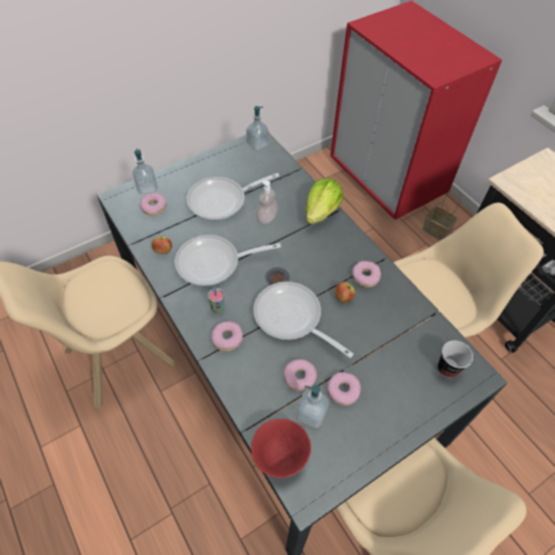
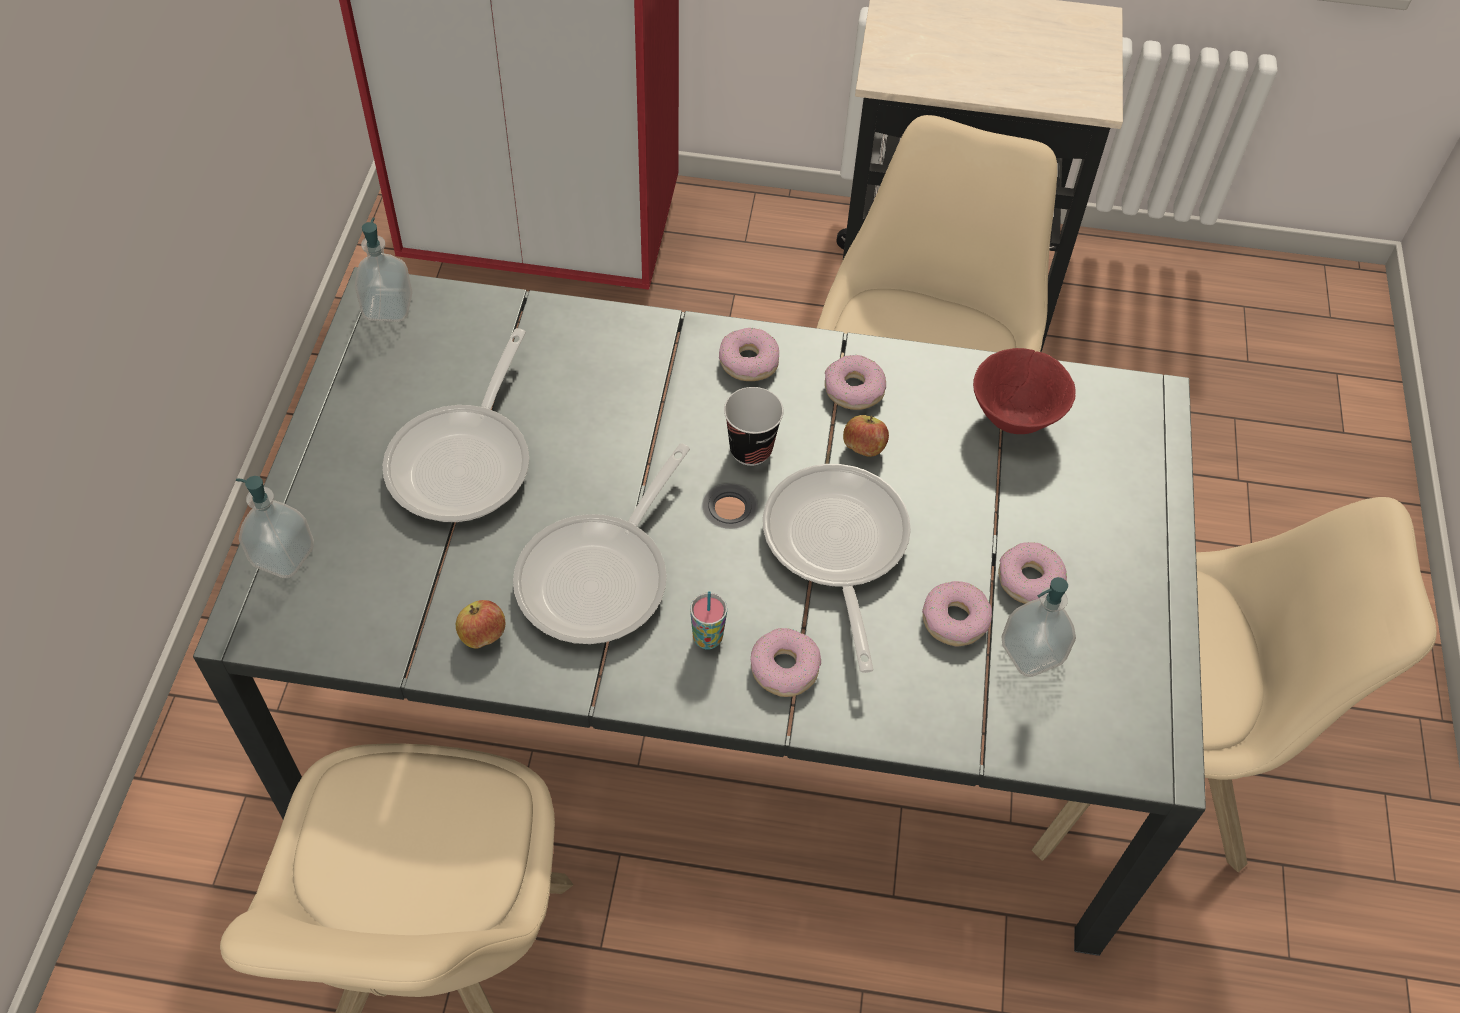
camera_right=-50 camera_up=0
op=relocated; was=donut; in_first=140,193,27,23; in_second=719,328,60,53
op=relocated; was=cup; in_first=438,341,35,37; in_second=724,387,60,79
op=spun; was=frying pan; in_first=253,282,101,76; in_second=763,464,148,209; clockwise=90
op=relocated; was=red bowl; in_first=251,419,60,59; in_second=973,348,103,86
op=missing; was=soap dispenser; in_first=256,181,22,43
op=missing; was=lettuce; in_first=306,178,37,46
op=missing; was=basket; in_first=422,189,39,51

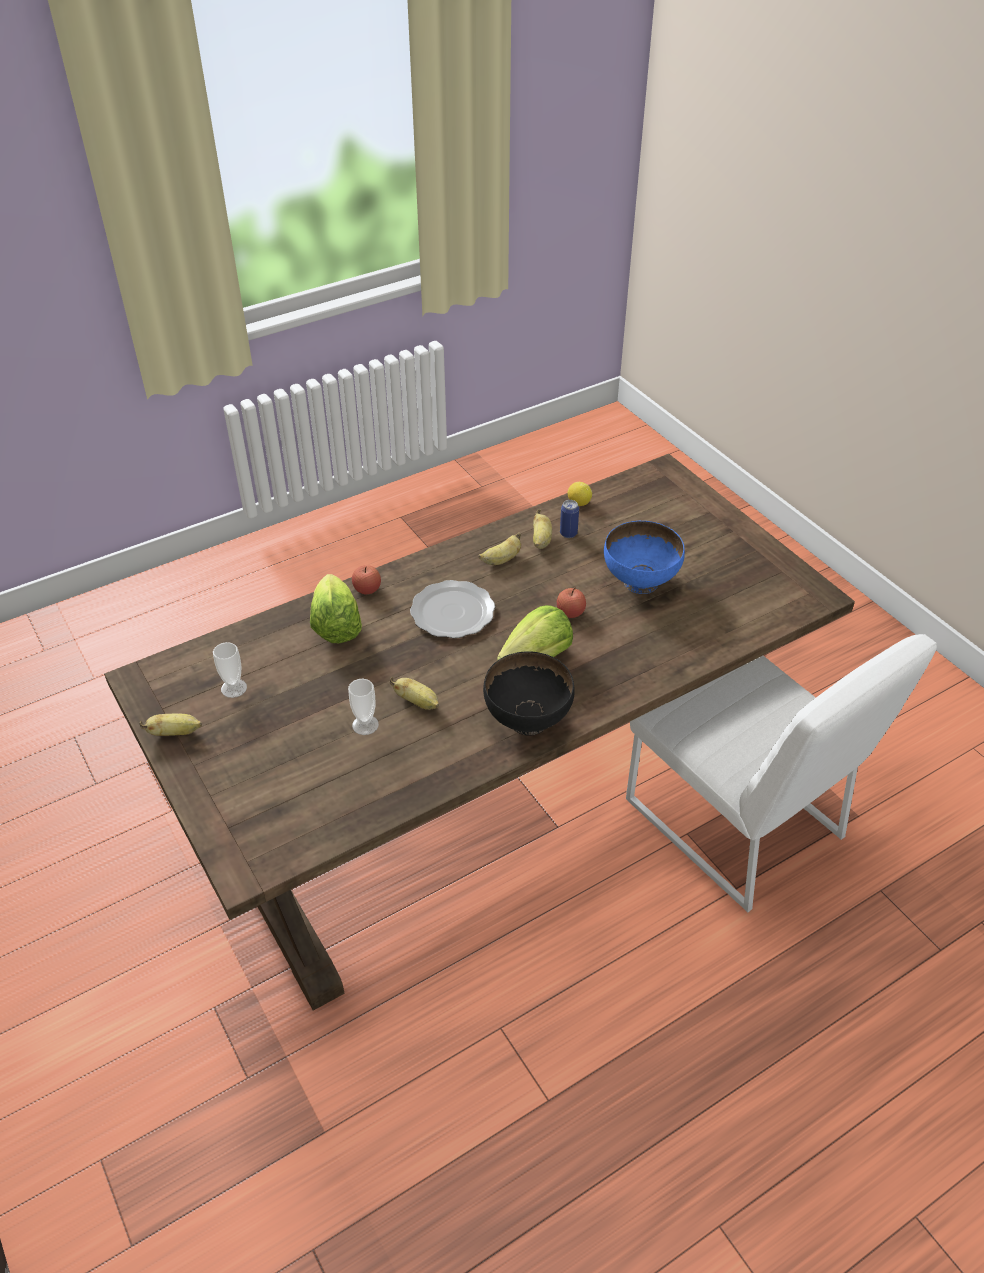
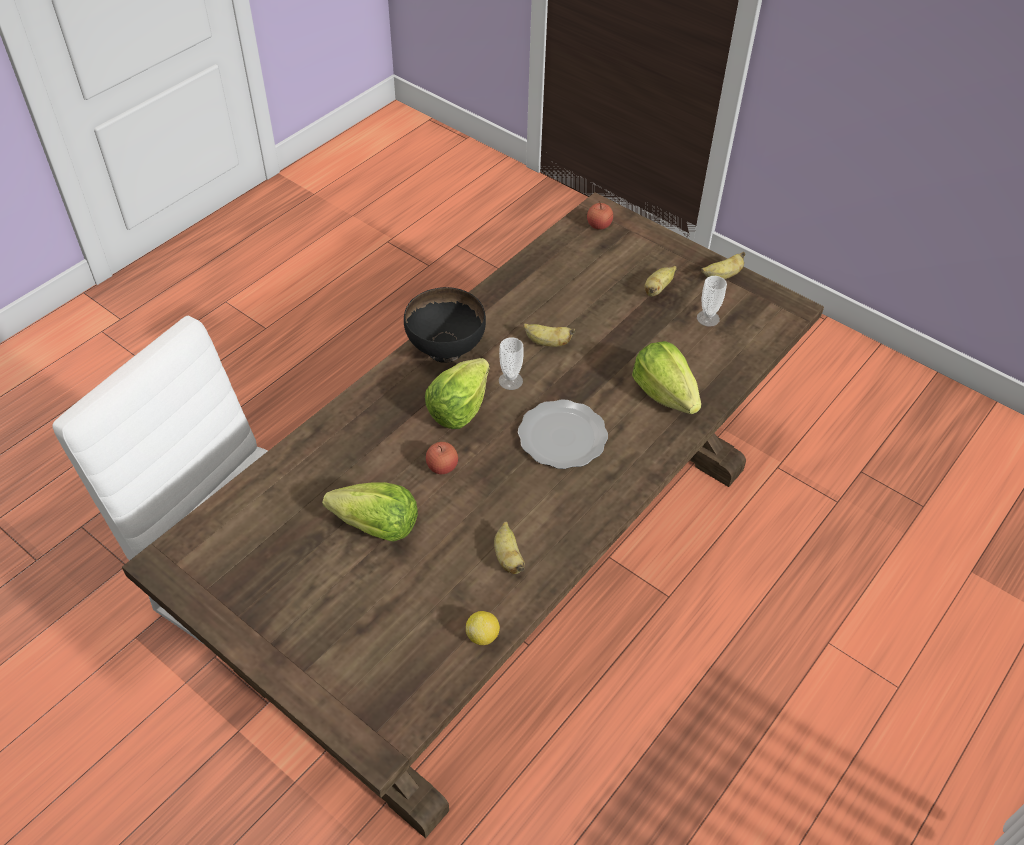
camera_right=160 camera_up=5
op=exchanged; was=blue bowl; now=lettuce; in_first=604,521,81,73; in_second=322,482,96,59
op=relocated; was=cup; in_first=348,679,31,56; in_second=499,337,25,53
op=relocated; was=apple; in_first=352,565,29,29; in_second=587,201,26,29
op=relocated; was=banana; in_first=478,532,43,33; in_second=645,266,32,30
op=missing; was=can; in_first=560,500,19,38

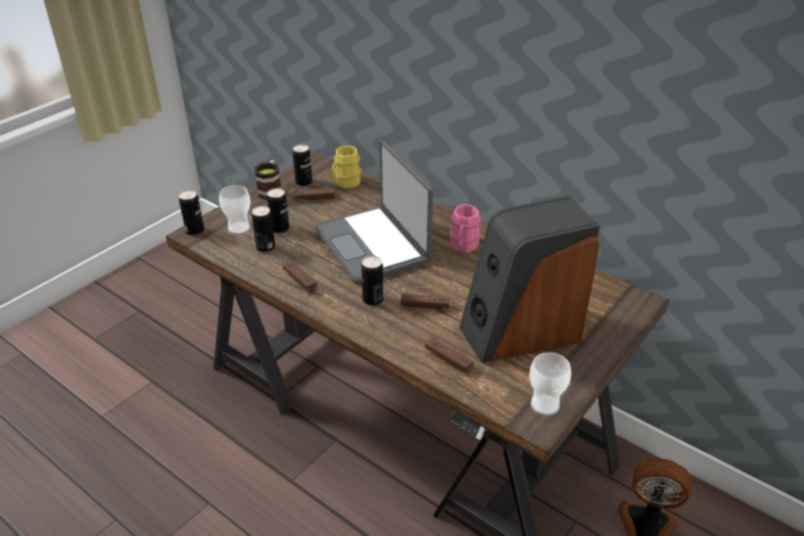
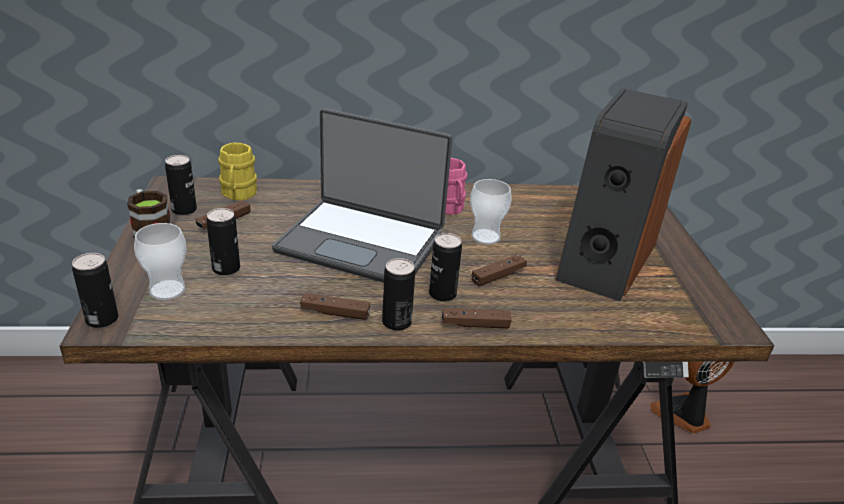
camera_right=-45 camera_up=-5
op=relocated; was=can; in_first=252,206,23,46; in_second=382,258,33,73
op=relocated; was=brown game controller; in_first=425,338,49,36; in_second=442,308,70,20
op=relocated; was=cup; in_first=529,352,42,64; in_second=470,179,42,66

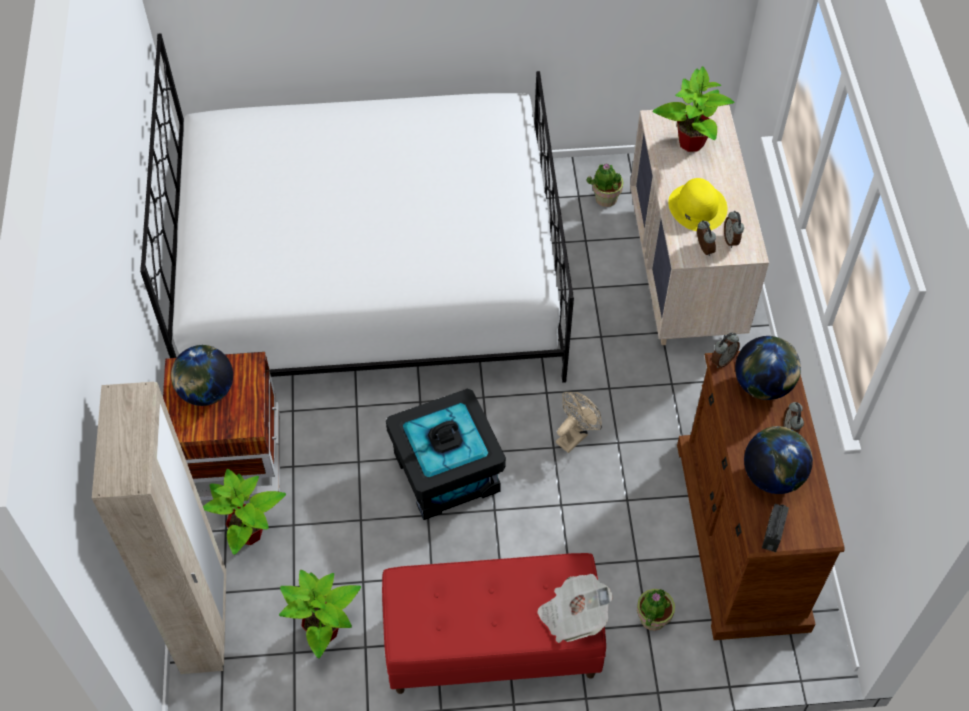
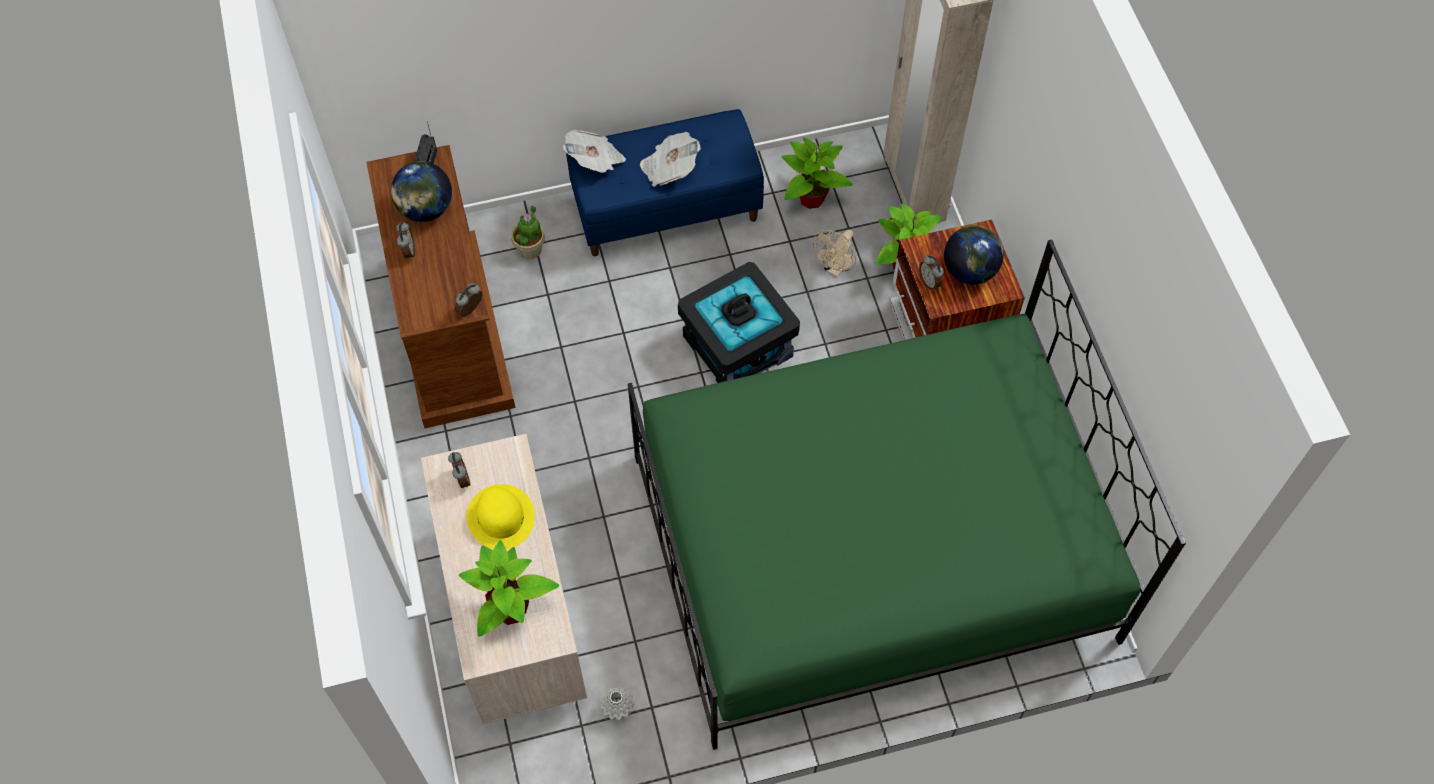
camera_right=170 camera_up=5
op=colour; was=red bench; now=blue bench; in_first=382,553,224,141; in_second=566,109,198,147
op=exchanged; was=potted plant; now=grey vase; in_first=587,163,36,44; in_second=601,687,34,34
op=colour; was=white bed; now=green bed; in_first=140,34,434,349; in_second=628,240,558,510
op=appeared; now=newspaper; in_second=640,132,61,55
op=relocated; was=beige fan; in_first=556,392,46,61; in_second=813,229,43,49
op=relocated; was=alarm clock; in_first=697,220,19,36; in_second=919,255,25,36
op=missing; was=globe; in_first=735,336,66,64

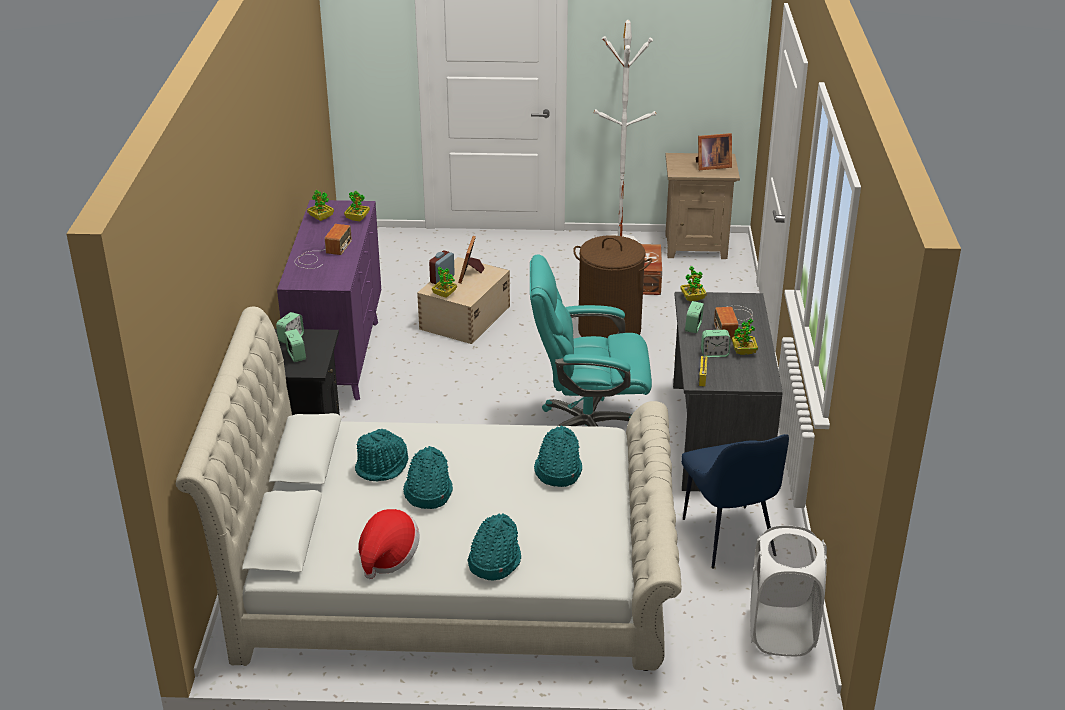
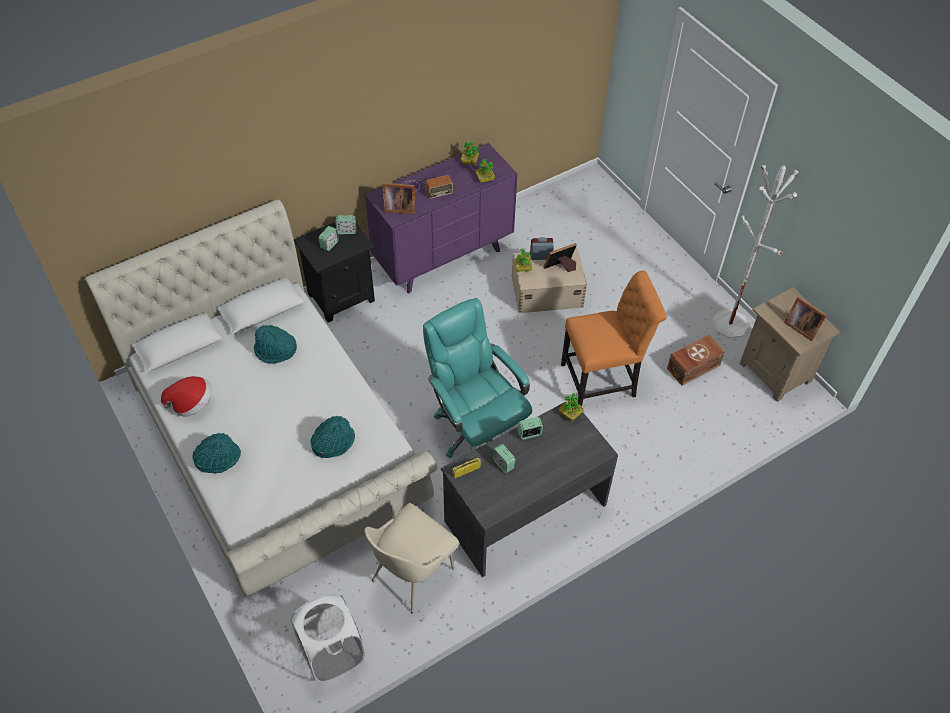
camera_right=55 camera_up=20
op=colour; was=blue chair; now=beige chair; in_first=681,434,108,135; in_second=365,503,94,111
op=appeared; now=picture frame; in_second=383,183,32,31
op=exchanged; was=brown laundry basket; now=orange chair; in_first=573,235,79,104; in_second=561,271,106,135
op=missing; was=turquoise hat; in_first=403,446,50,63
op=missing; was=radio; in_first=714,306,39,34
op=missing; was=potted plant; in_first=732,319,26,36

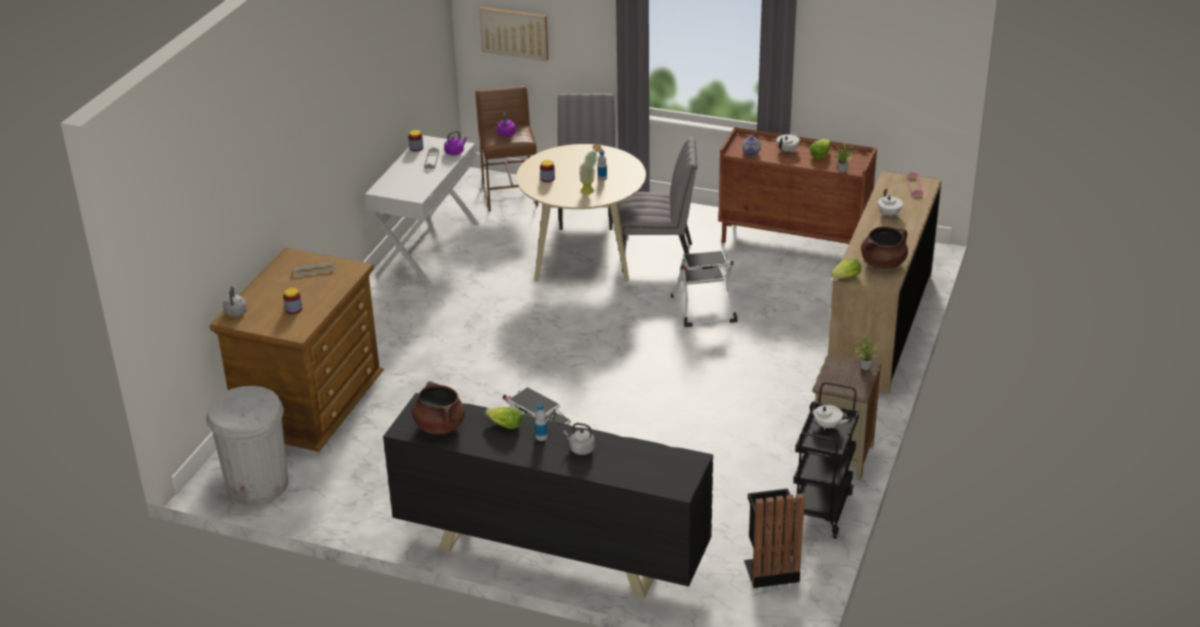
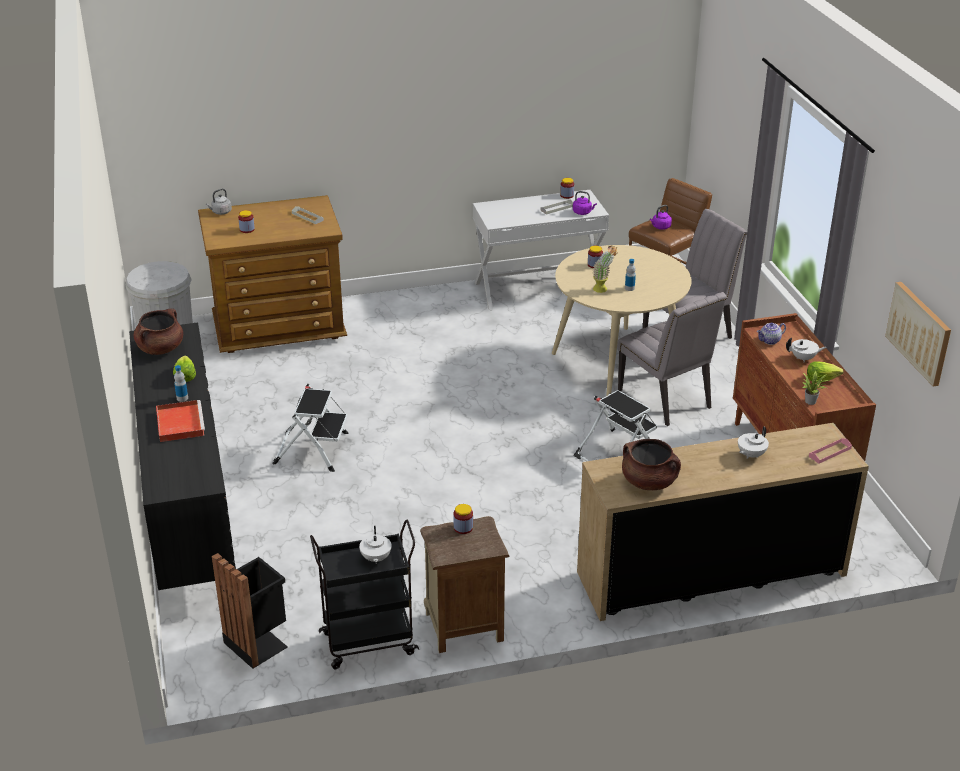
camera_right=55 camera_up=0
op=exchanged; was=grey kettle; now=red tray; in_first=564,423,31,32; in_second=156,400,49,42
op=appeared; now=jar; in_second=453,504,20,30
op=relocated; was=picture; in_first=479,7,69,54; in_second=885,282,66,105
op=missing; was=lettuce; in_first=830,258,31,20
op=missing; was=potted plant; in_first=854,335,25,35

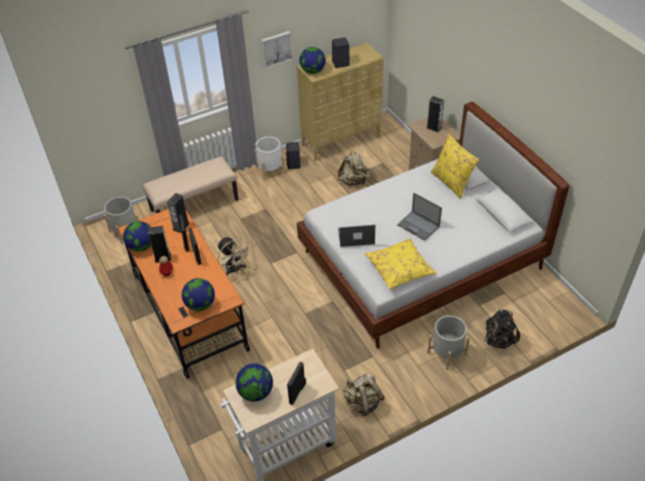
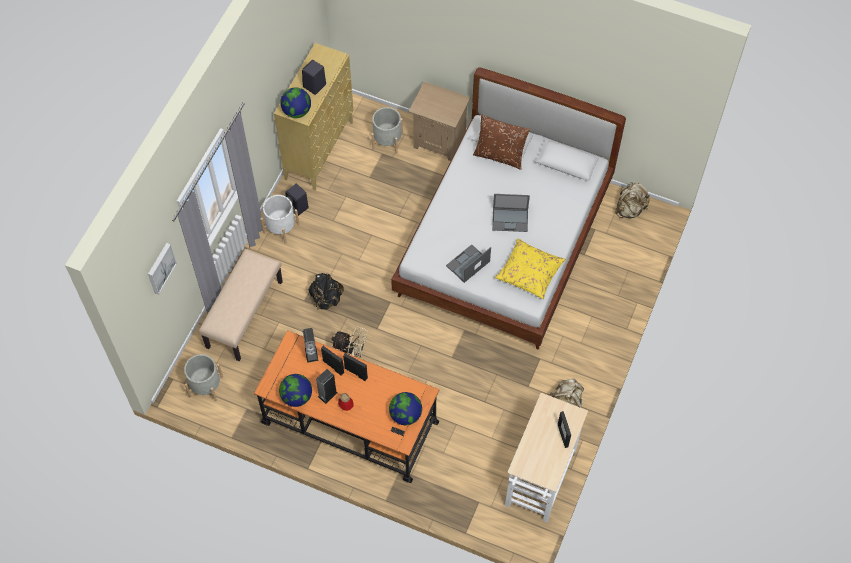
camera_right=-40 camera_up=15
op=relocated; was=picture; in_first=261,31,32,37; in_second=148,243,29,51
op=relocated; was=black backpack; in_first=485,309,35,40; in_second=308,273,36,37
op=relocated; was=grey planter; in_first=427,315,43,55; in_second=371,107,32,47
op=colour; was=yellow pillow; now=brown pillow; in_first=431,134,48,65; in_second=473,115,57,55
op=relocated; was=beige backpack; in_first=338,150,32,36; in_second=615,182,35,36
op=missing; was=globe; in_first=235,363,38,39
op=missing; was=speaker; in_first=426,96,18,36

